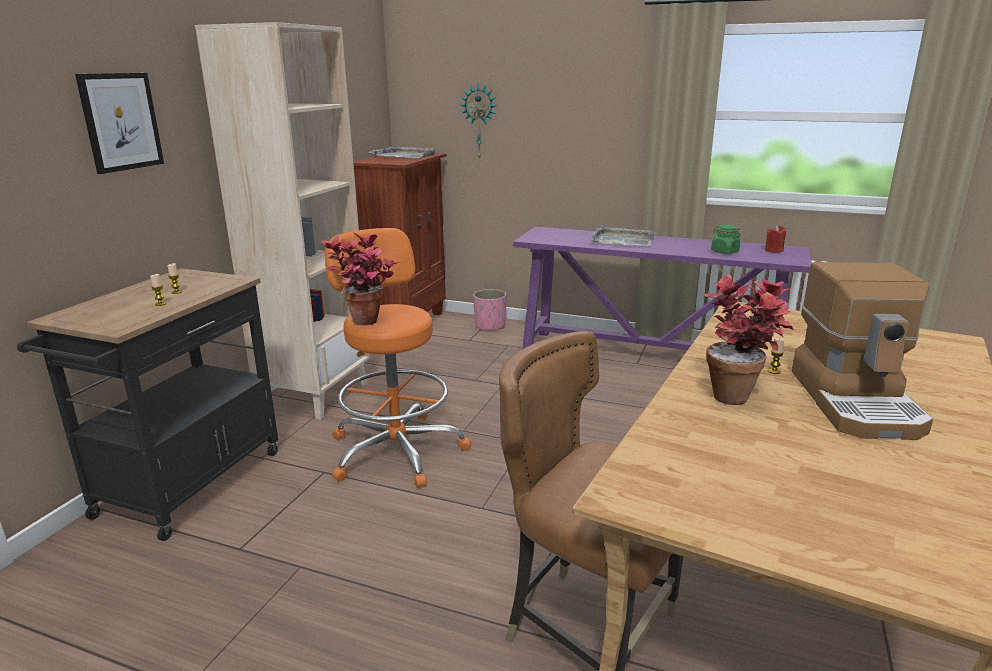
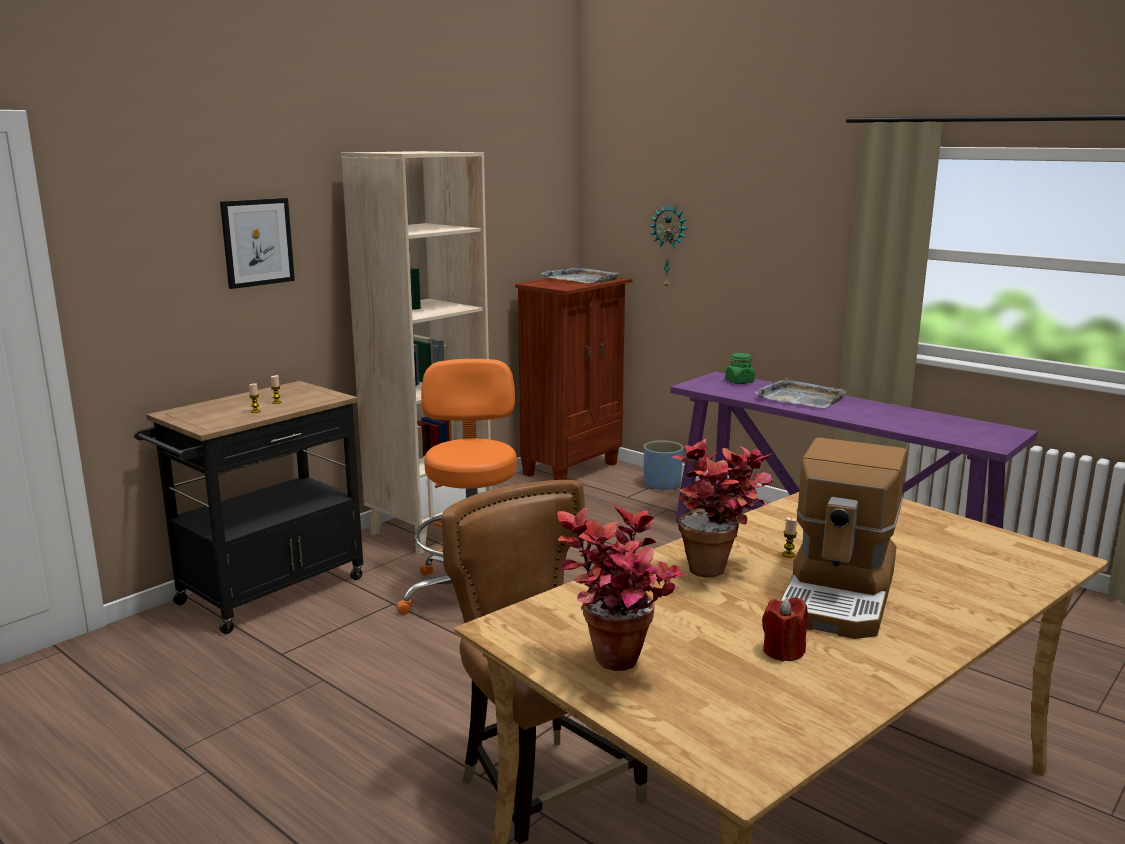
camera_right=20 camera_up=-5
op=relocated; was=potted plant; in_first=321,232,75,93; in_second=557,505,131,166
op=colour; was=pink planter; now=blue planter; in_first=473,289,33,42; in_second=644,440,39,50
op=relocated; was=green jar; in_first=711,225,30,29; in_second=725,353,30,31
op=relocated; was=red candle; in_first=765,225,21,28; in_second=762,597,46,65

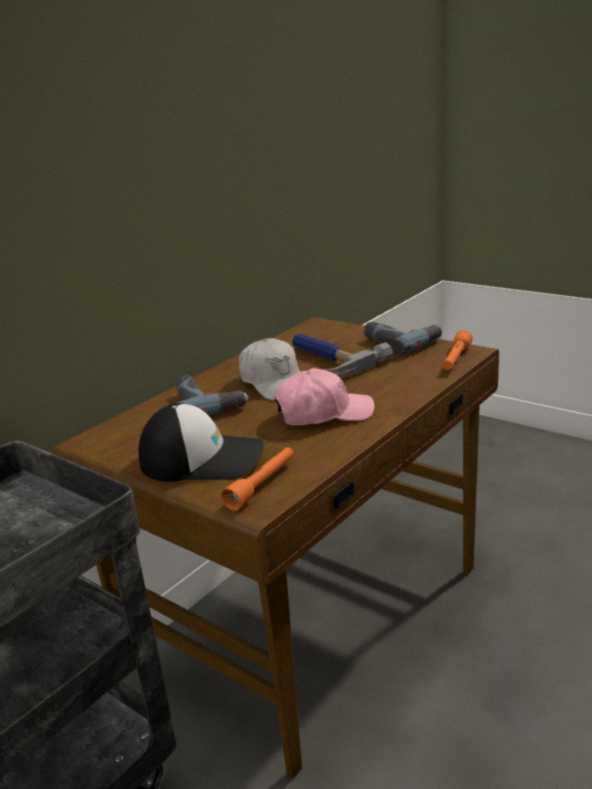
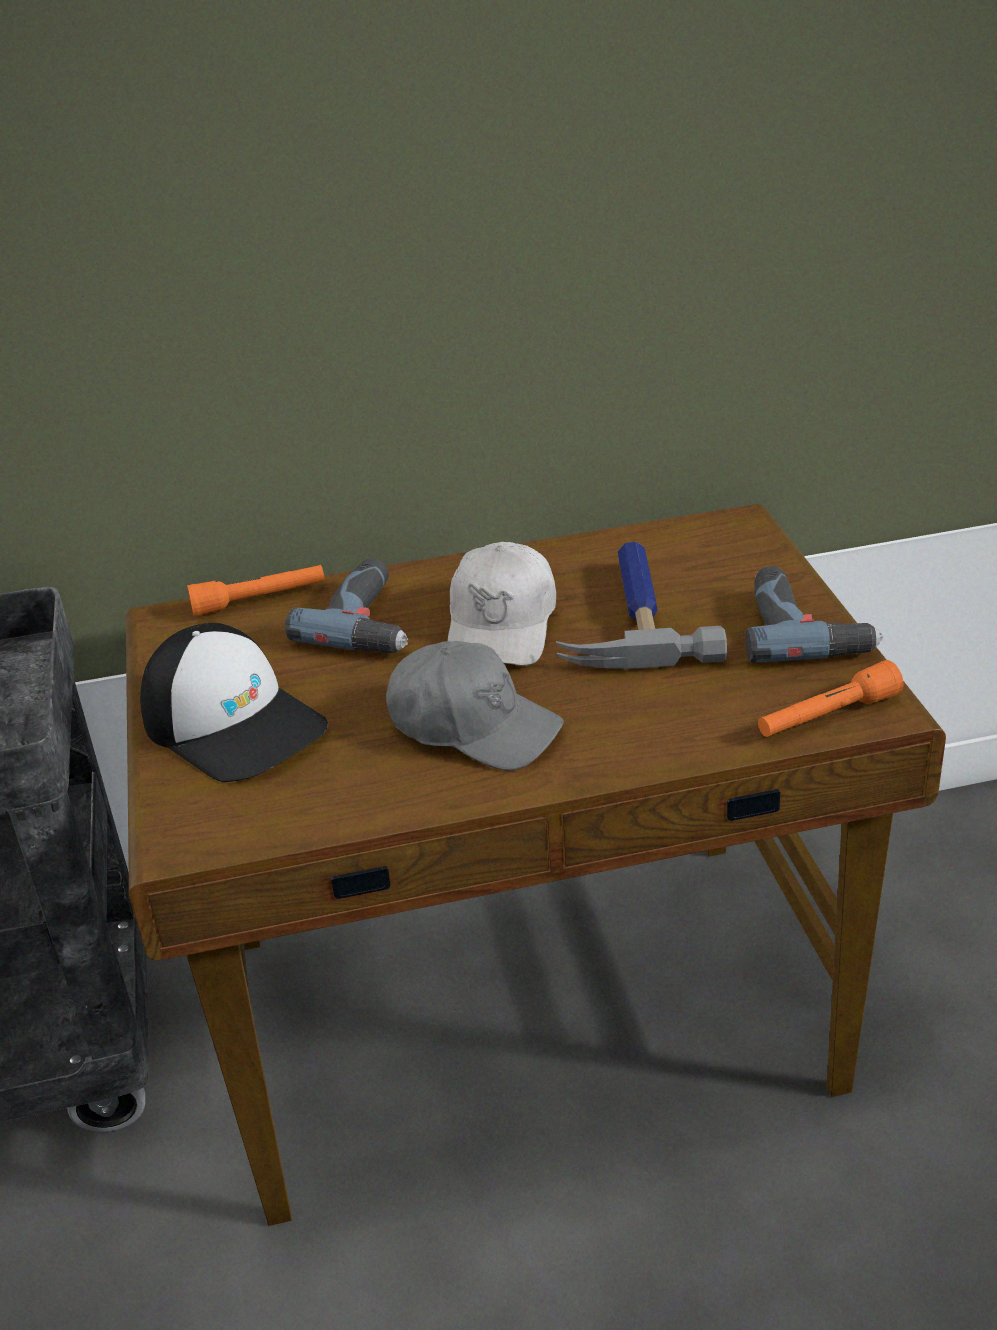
camera_right=40 camera_up=10
op=relocated; was=orange flashlight; in_first=221,447,73,64; in_second=187,565,138,52
op=colour; was=pink cap; now=grey cap; in_first=274,368,101,57; in_second=386,641,178,130

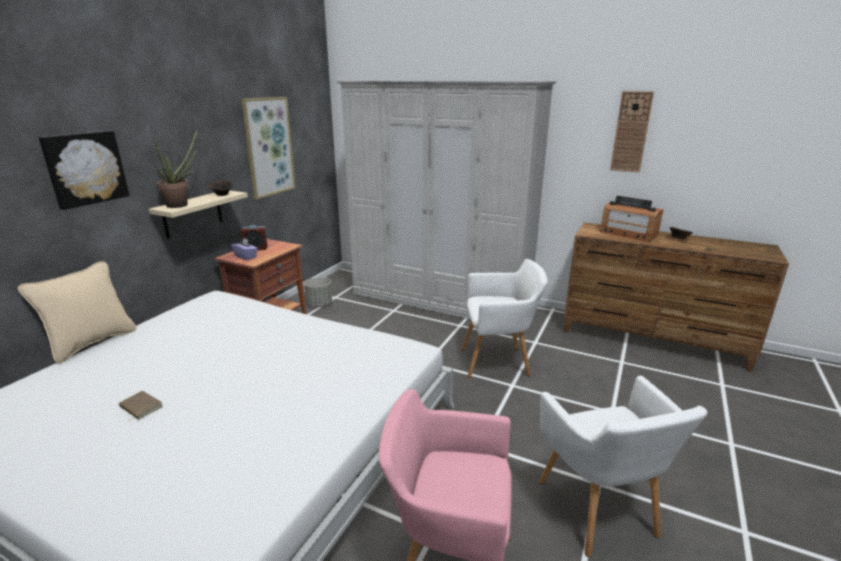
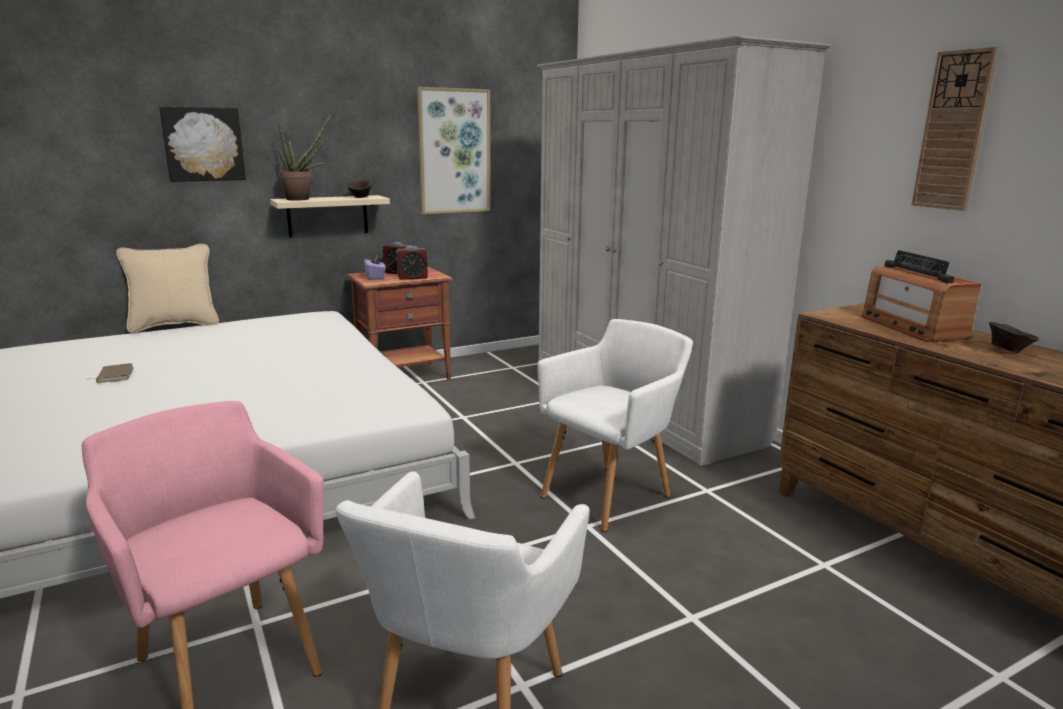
camera_right=35 camera_up=-5
op=appeared; now=alarm clock; in_second=397,246,31,34
op=spun; was=white armchair; in_first=461,259,87,119; in_second=537,319,156,213; clockwise=-75
op=missing; was=grey planter; in_first=304,277,28,30

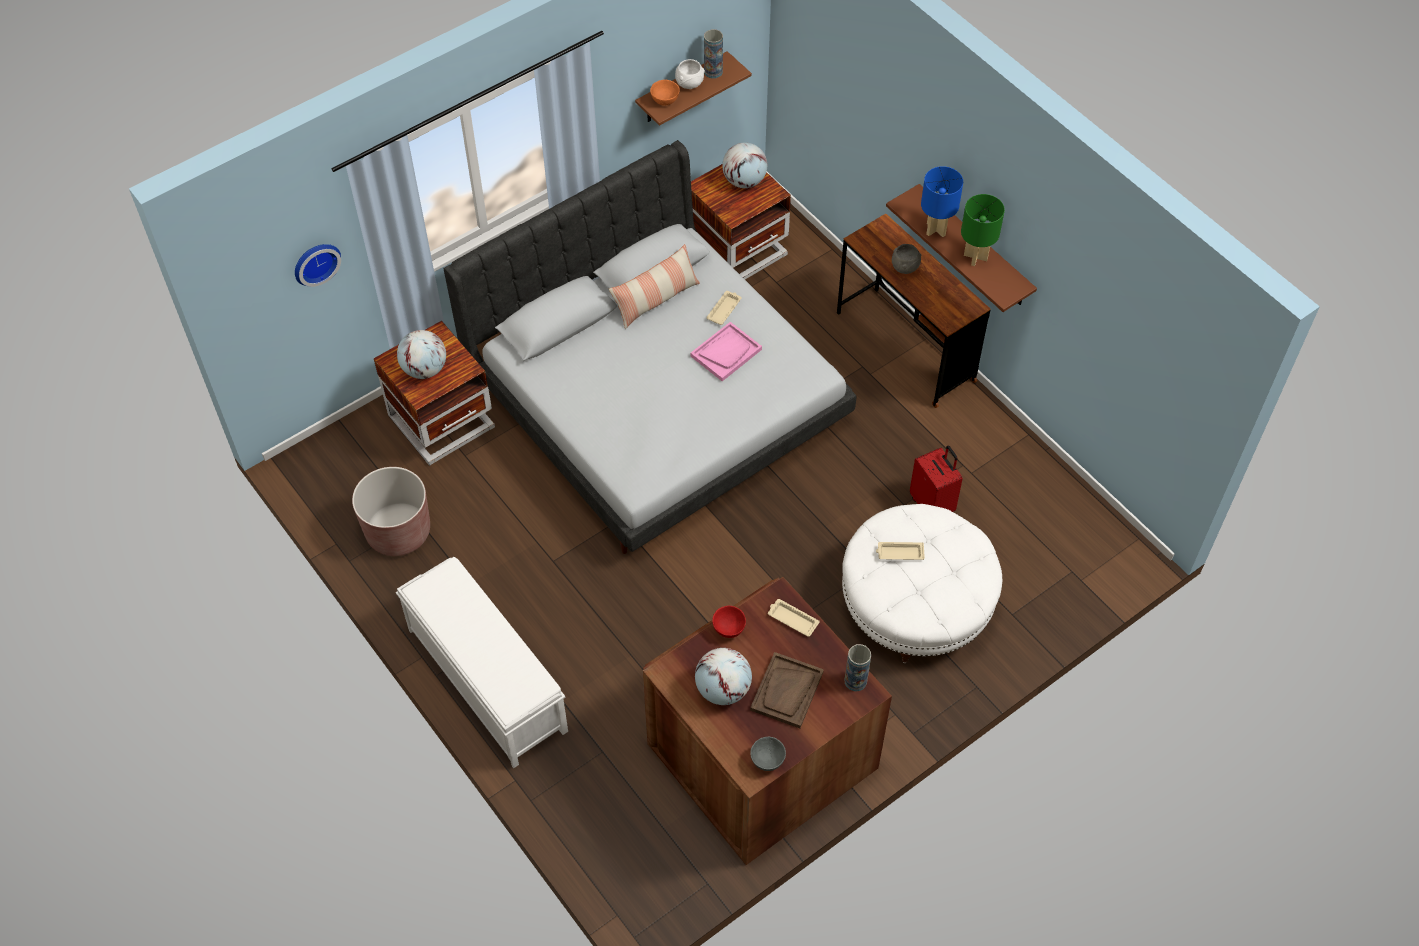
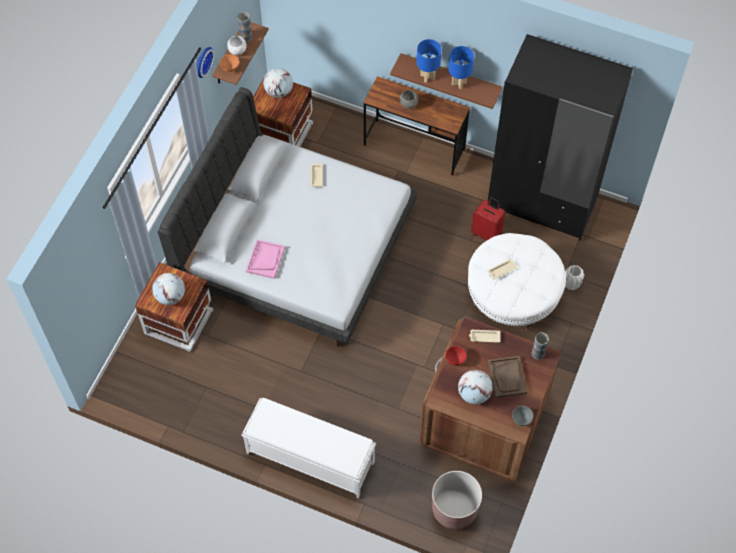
camera_right=-30 camera_up=5
op=relocated; was=wall clock; in_first=295,244,46,43; in_second=197,47,18,31
op=relocated; was=pink tray; in_first=690,322,72,59; in_second=246,239,39,40
op=relocated; was=brown planter; in_first=352,467,78,89; in_second=432,471,50,58
op=colour; was=green table lamp; now=blue table lamp; in_first=961,194,44,72; in_second=449,46,25,43
op=appeared; now=black wardrobe; in_second=488,34,145,207
op=appeared; now=white vase; in_second=565,265,19,25
op=missing; was=pillow; in_first=609,244,91,85

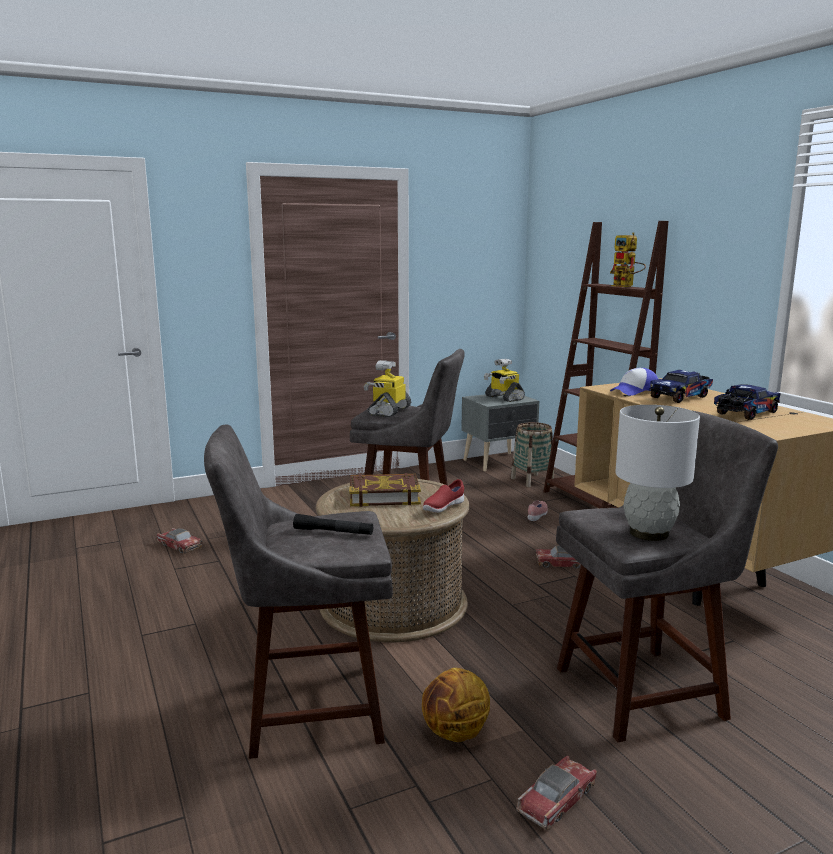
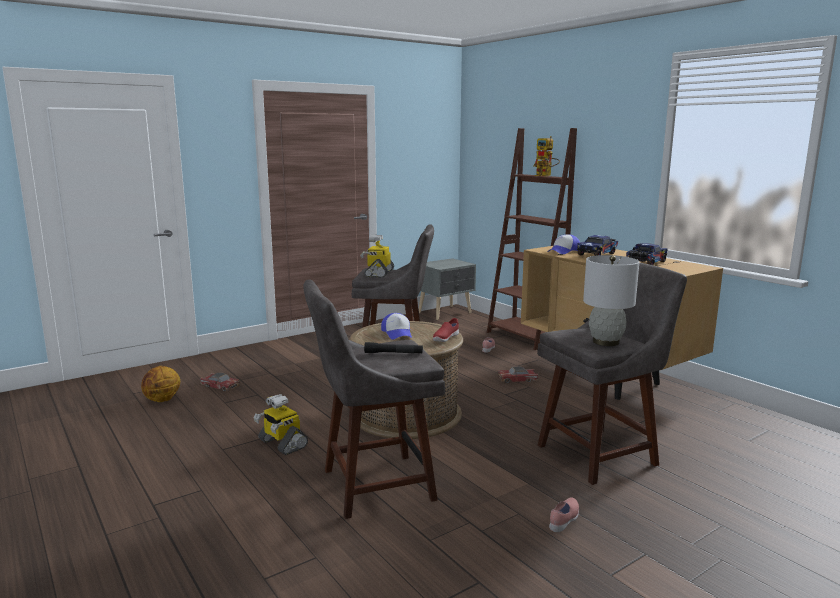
camera_right=-10 camera_up=0
op=relocated; was=basketball; in_first=422,668,68,74; in_second=141,366,39,36
op=relocated; was=toy robot; in_first=484,359,41,43; in_second=253,394,55,61
op=exchanged; was=book; now=cap; in_first=349,473,72,34; in_second=381,313,31,27
op=exchanged; was=toy car; now=pink shoe; in_first=516,756,81,74; in_second=549,497,30,35
op=missing; was=basket; in_first=511,422,43,65

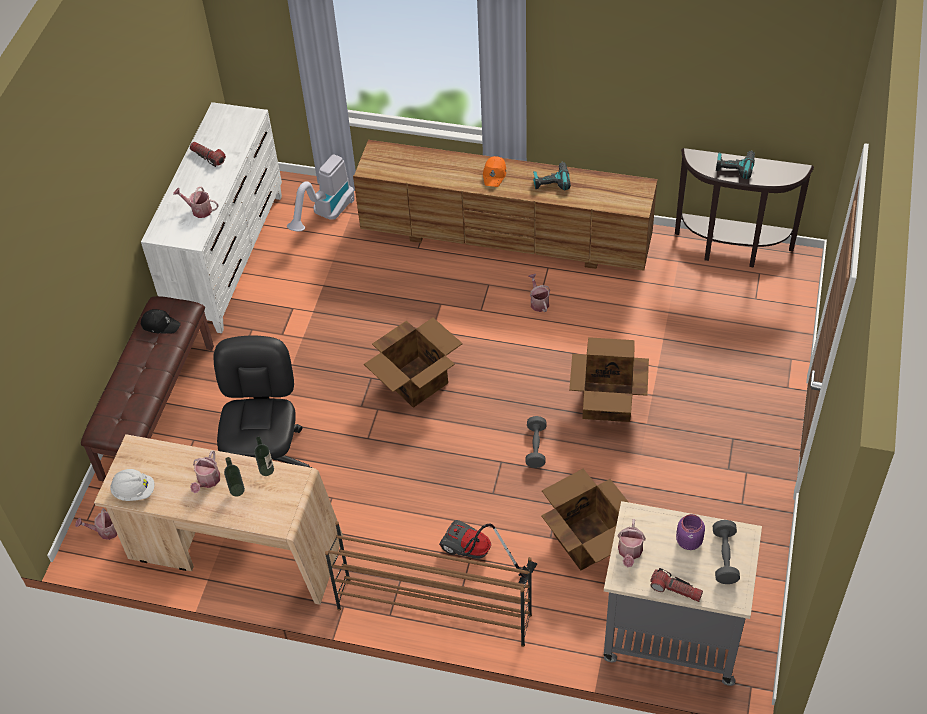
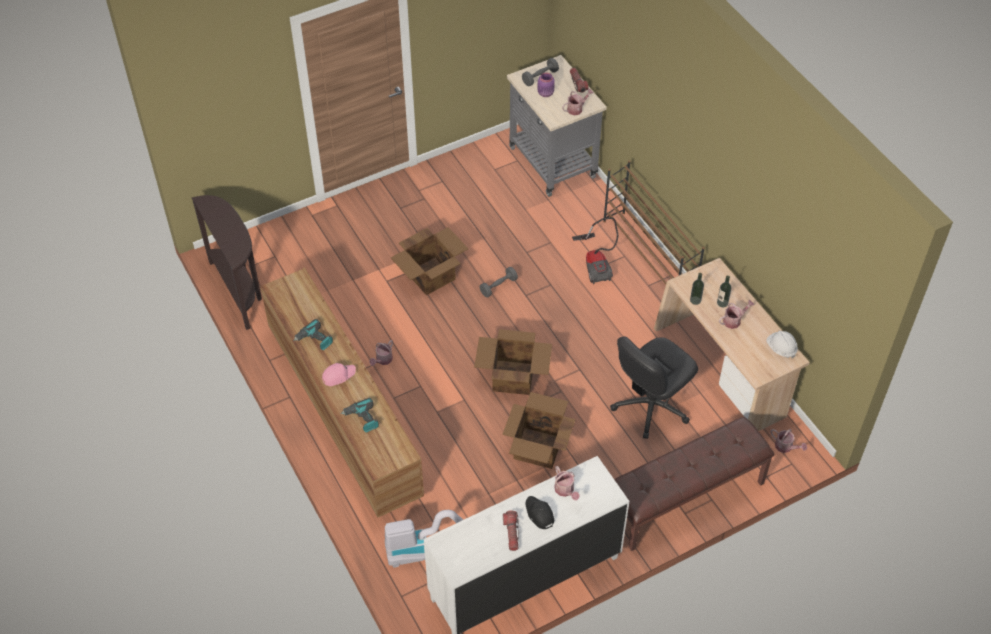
camera_right=-135 camera_up=0
op=colour; was=orange cap; now=pink cap; in_first=483,156,23,31; in_second=322,363,34,23
op=relocated; was=power drill; in_first=716,150,39,29; in_second=340,398,39,35
op=relocated; was=cardboard box; in_first=541,468,87,103; in_second=502,392,74,77
op=relocated; was=black cap; in_first=140,309,41,24; in_second=525,496,29,33

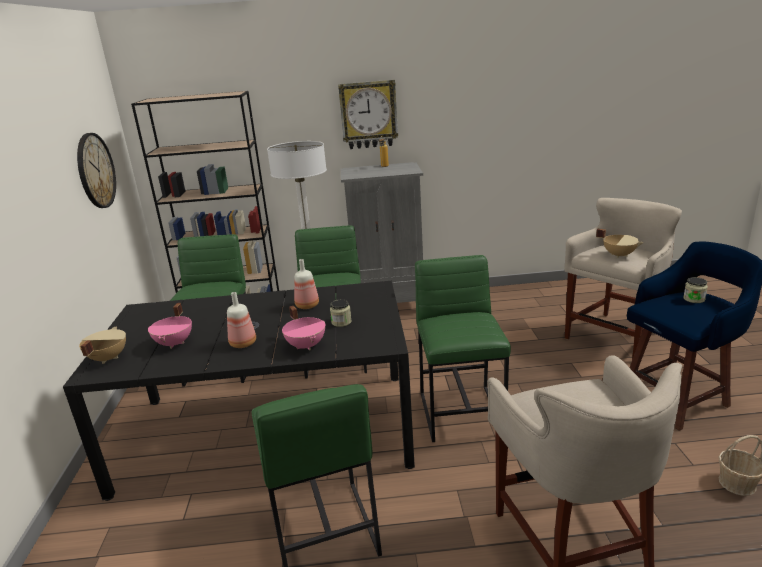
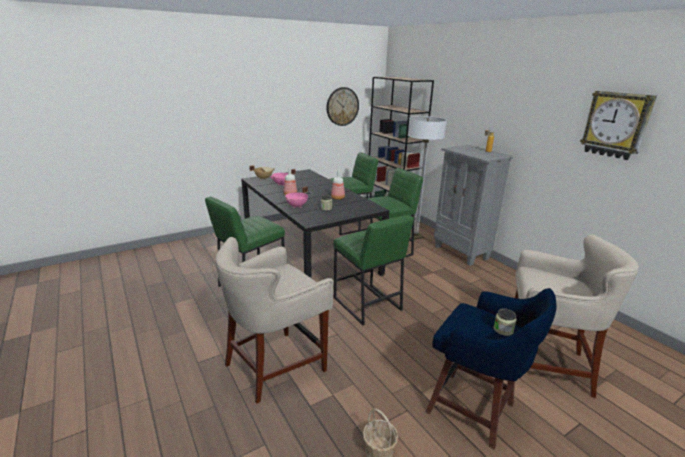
camera_right=60 camera_up=0
op=spun; was=green chair; in_first=415,255,96,187; in_second=333,215,81,110; clockwise=90
op=relocated; was=wall clock; in_first=338,80,60,69; in_second=580,91,77,69
op=missing; was=beige cooking pot; in_first=596,229,47,29

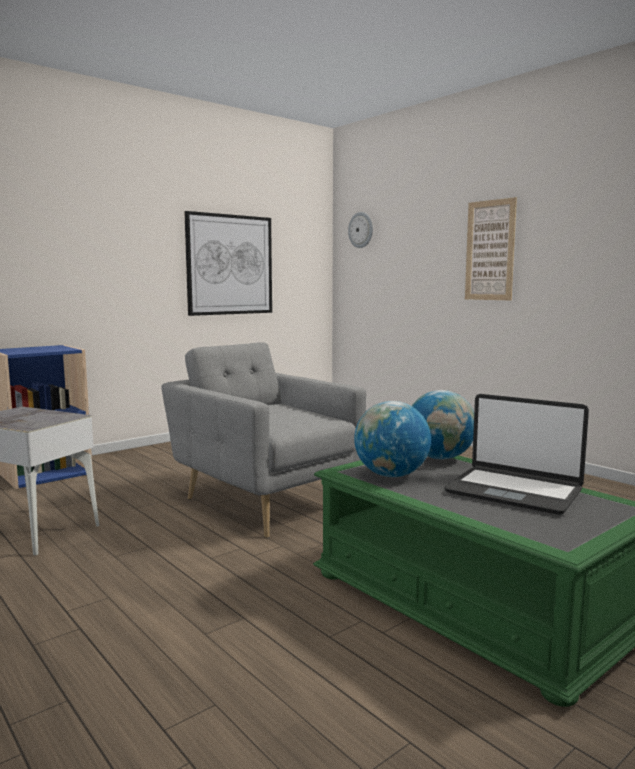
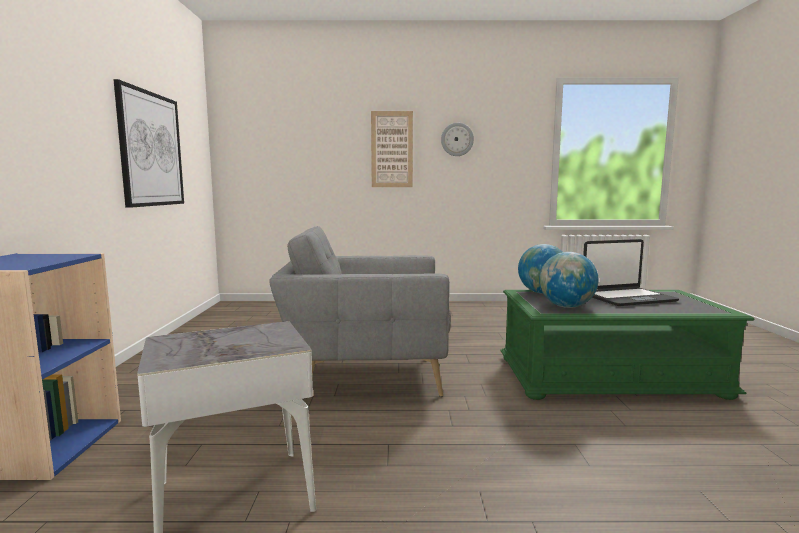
camera_right=-50 camera_up=0
op=relocated; was=wall clock; in_first=348,212,25,36; in_second=441,123,33,33

